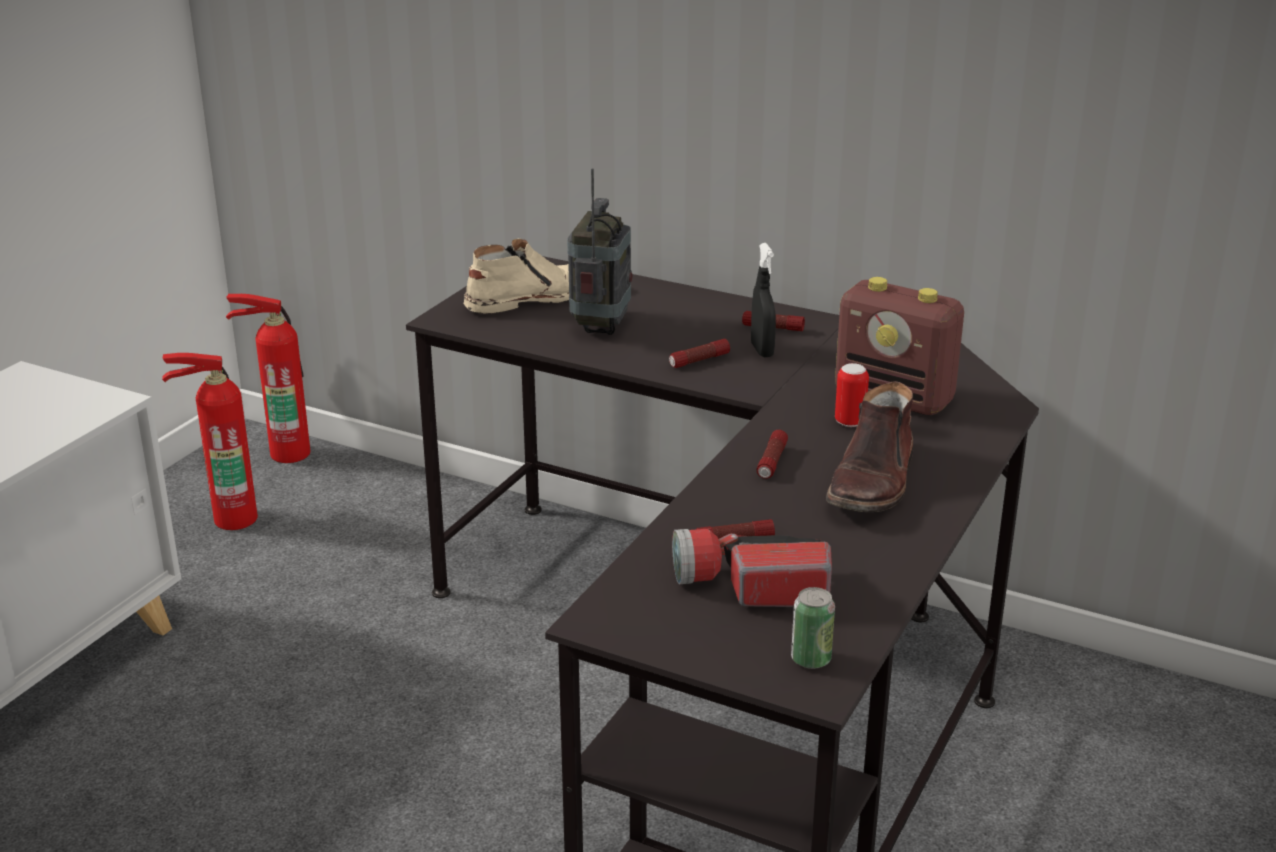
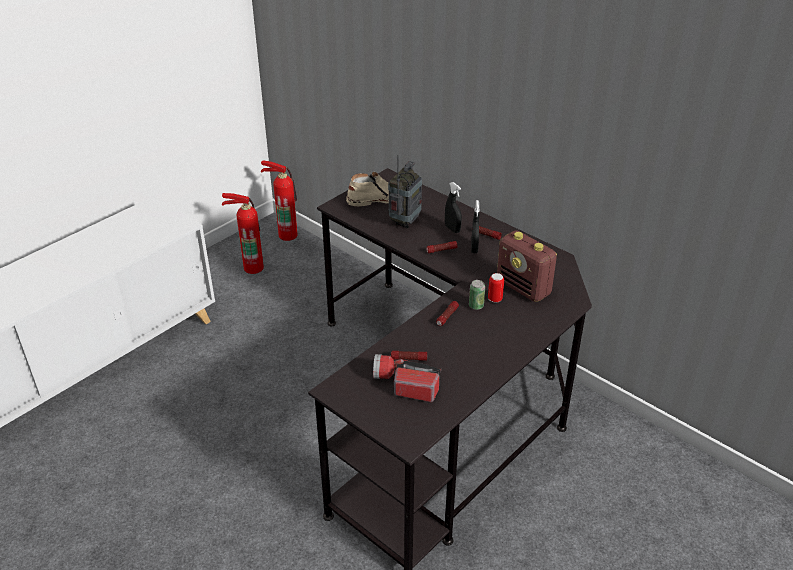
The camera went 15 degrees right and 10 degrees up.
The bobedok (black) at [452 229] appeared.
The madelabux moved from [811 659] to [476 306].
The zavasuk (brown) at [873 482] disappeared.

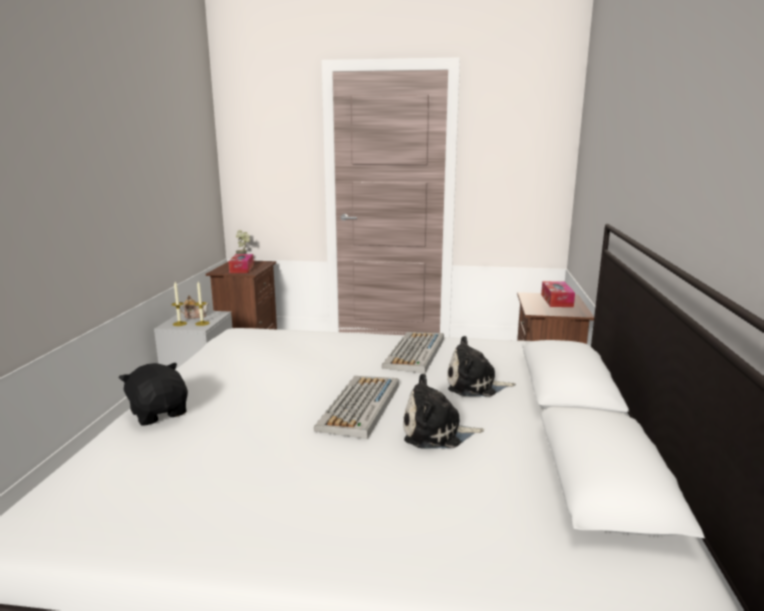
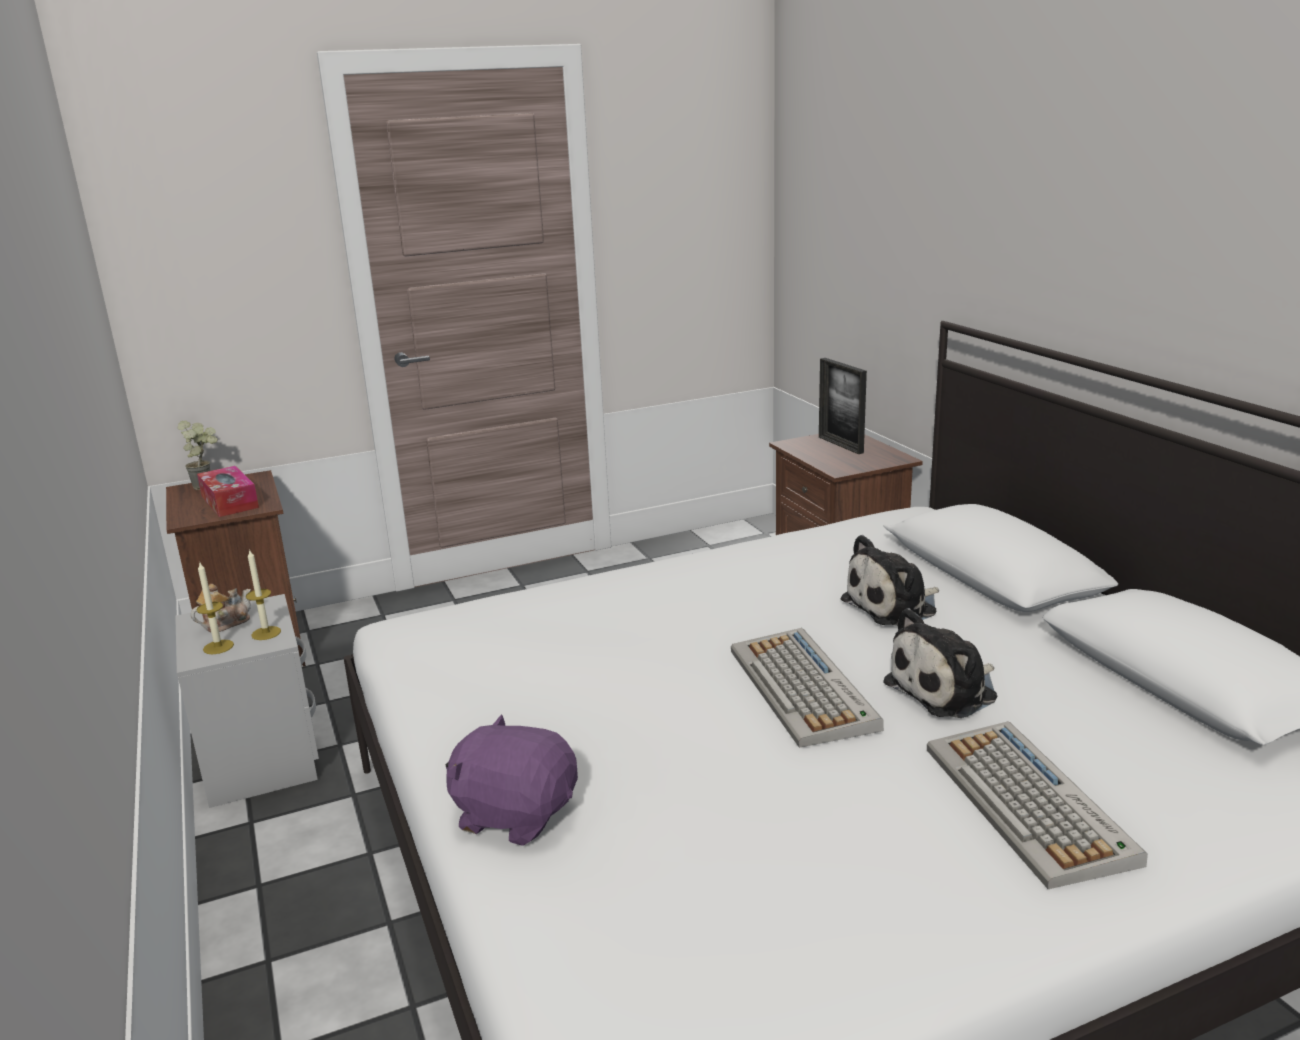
The camera went 30 degrees left and 5 degrees up.
The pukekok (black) at [159 413] became the pukekok (purple) at [515 814].
The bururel at [556 300] was replaced by the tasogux at [840 445].
The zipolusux moved from [415 353] to [1030 804].

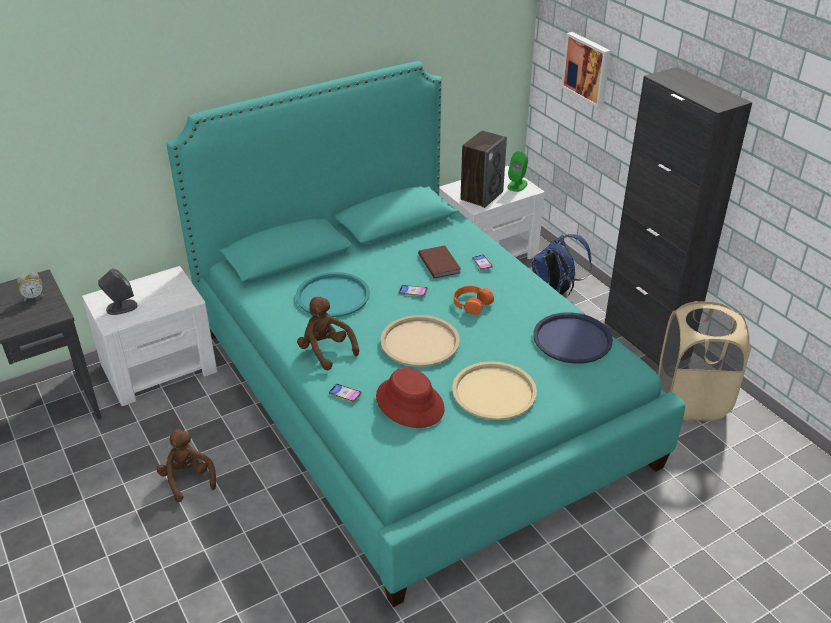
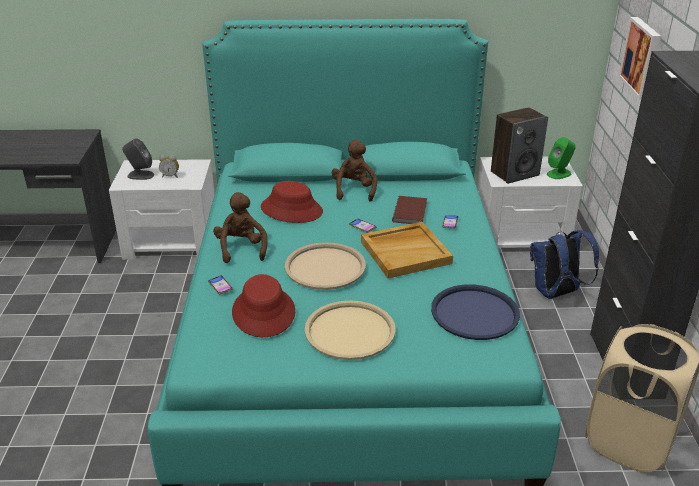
The camera went 30 degrees right and 5 degrees down.
The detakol moved from [33 297] to [170 176].
The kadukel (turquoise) at [332 296] was replaced by the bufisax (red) at [291 210].
The pukekok (brown) moved from [188 479] to [354 190].
The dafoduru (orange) at [472 303] was replaced by the kadukel (beige) at [406 252].

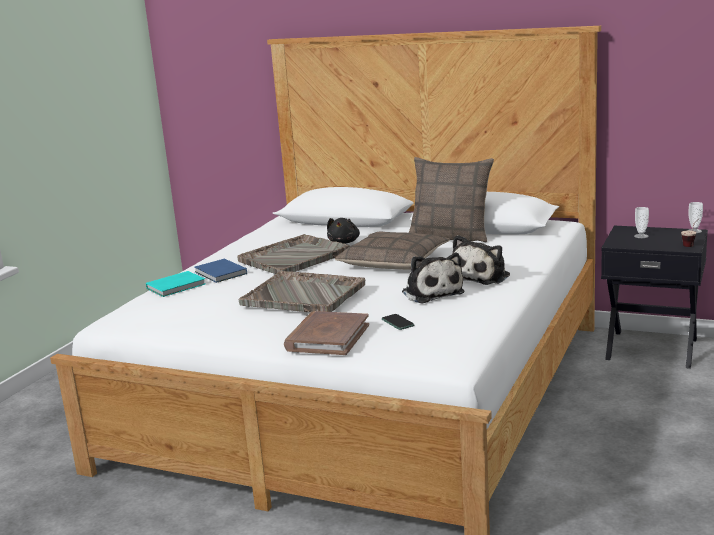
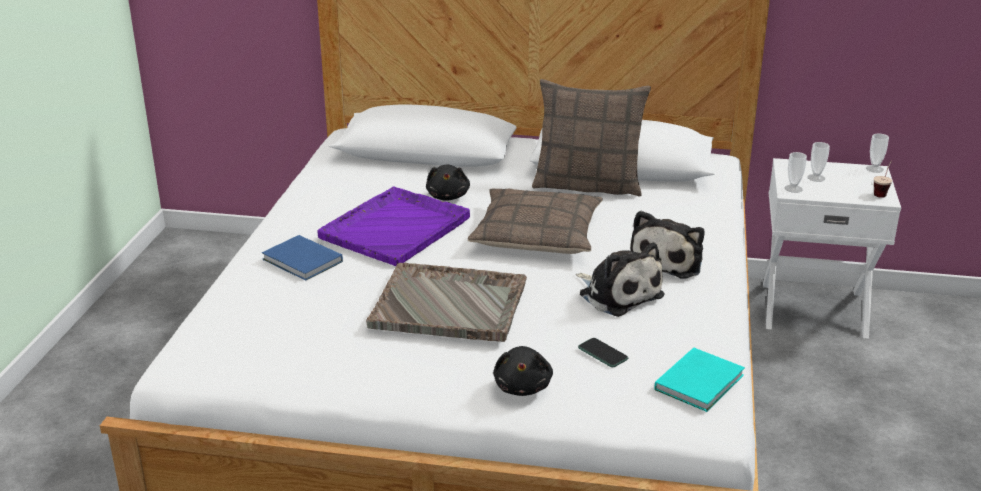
The camera went 15 degrees left and 10 degrees up.
The kadukel (grey) at [295 257] became the kadukel (purple) at [396 227].
The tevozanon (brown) at [327 337] was replaced by the pukekok (black) at [523 386].
The tevozanon (turquoise) moved from [177 286] to [701 382].
The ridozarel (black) at [652 348] became the ridozarel (white) at [813 308].
The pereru at [793 188] appeared.

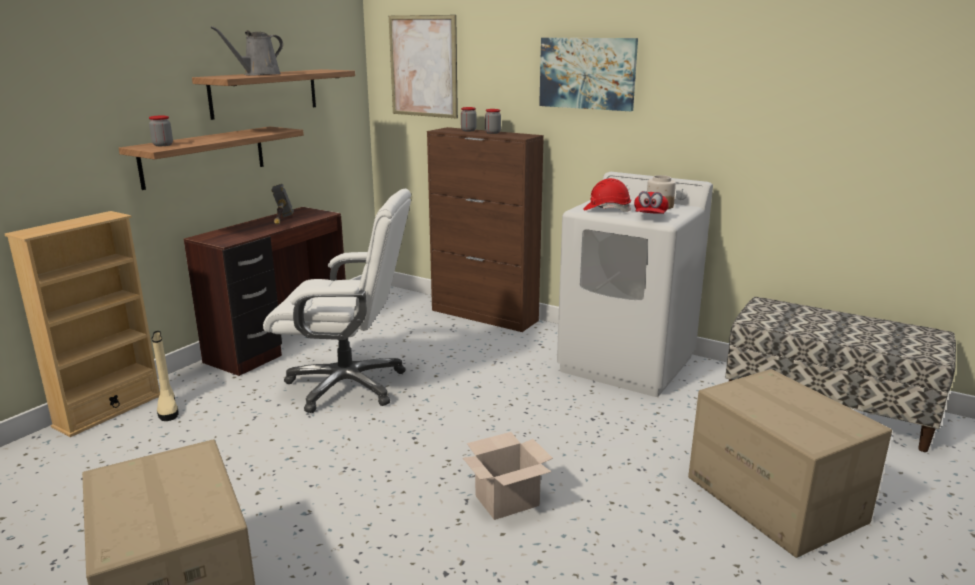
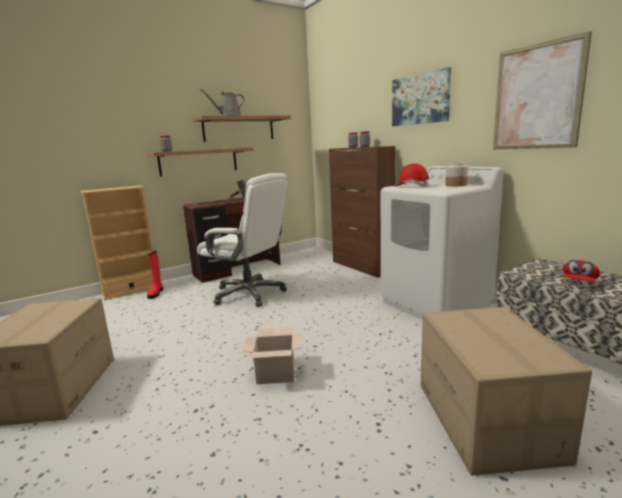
The camera went 25 degrees right and 5 degrees down.
The zavasuk (beige) at [168 408] became the zavasuk (red) at [156 293].
The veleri moved from [423 66] to [536 97].
The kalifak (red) moved from [650 217] to [579 283].

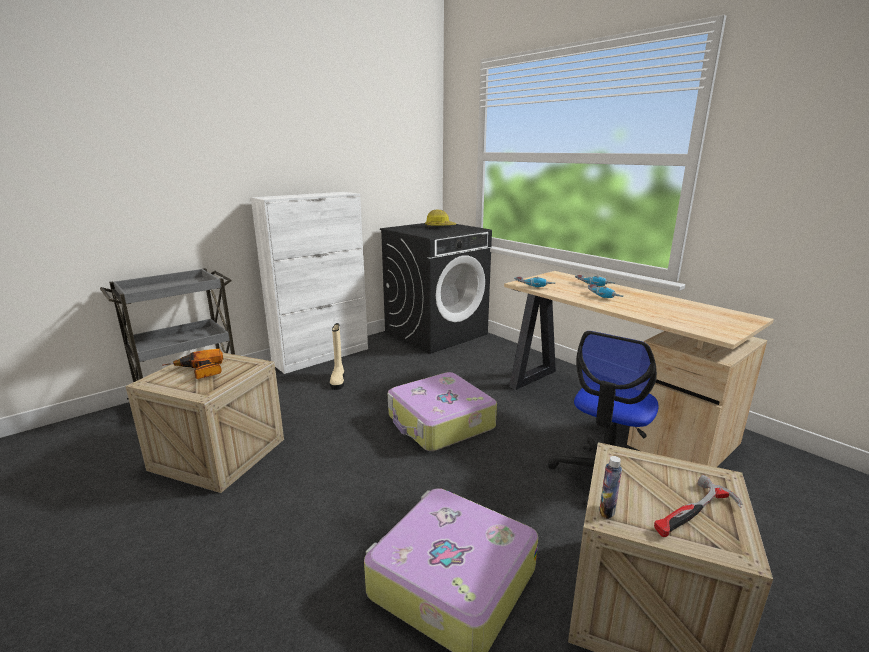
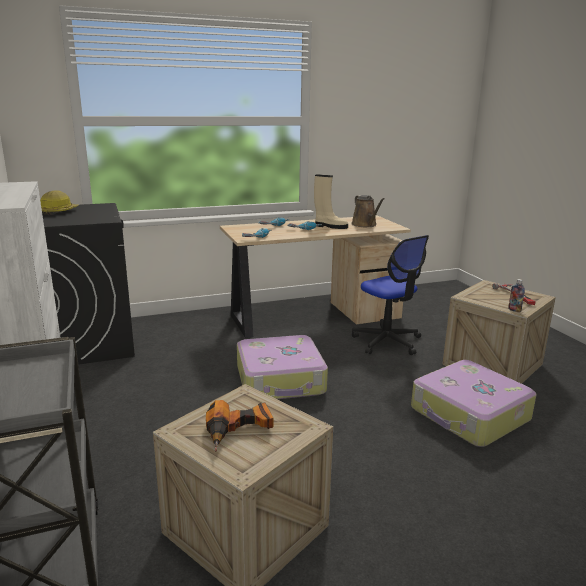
The camera went 70 degrees left and 0 degrees up.
The zavasuk (beige) moved from [338 380] to [330 226].
The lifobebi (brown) at [365 225] appeared.

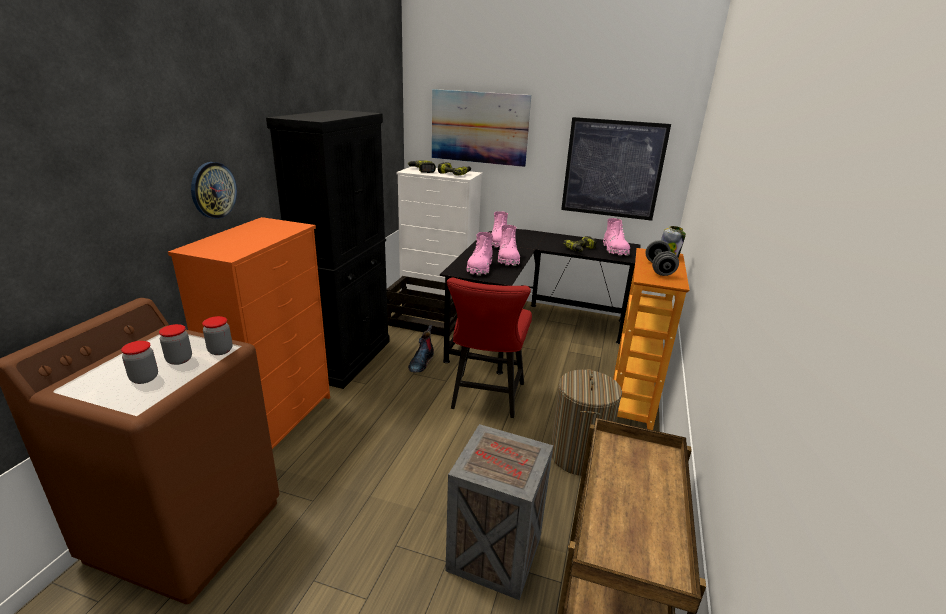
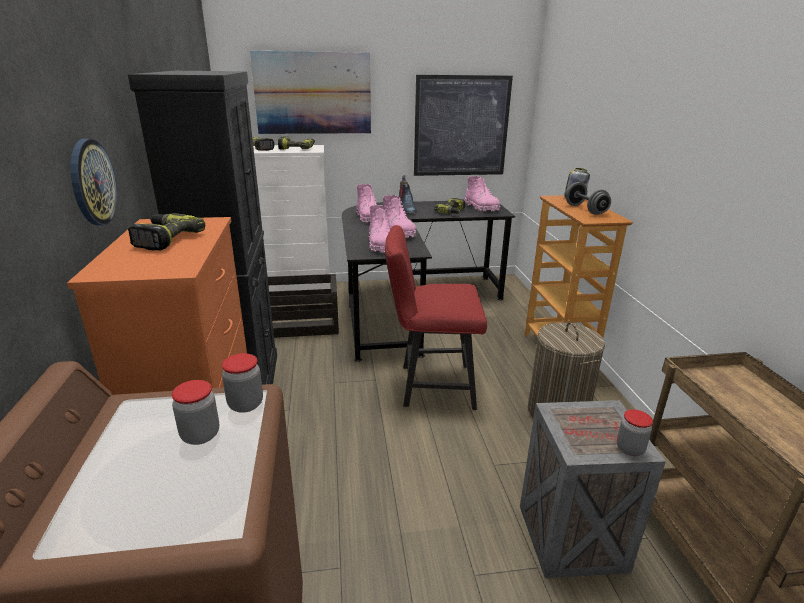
The camera went 25 degrees left and 0 degrees up.
The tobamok at [164 239] appeared.
The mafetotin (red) at [486 399] turned 105 degrees clockwise.
The zavasuk moved from [421 362] to [406 209].
The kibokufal moved from [144 378] to [630 449].

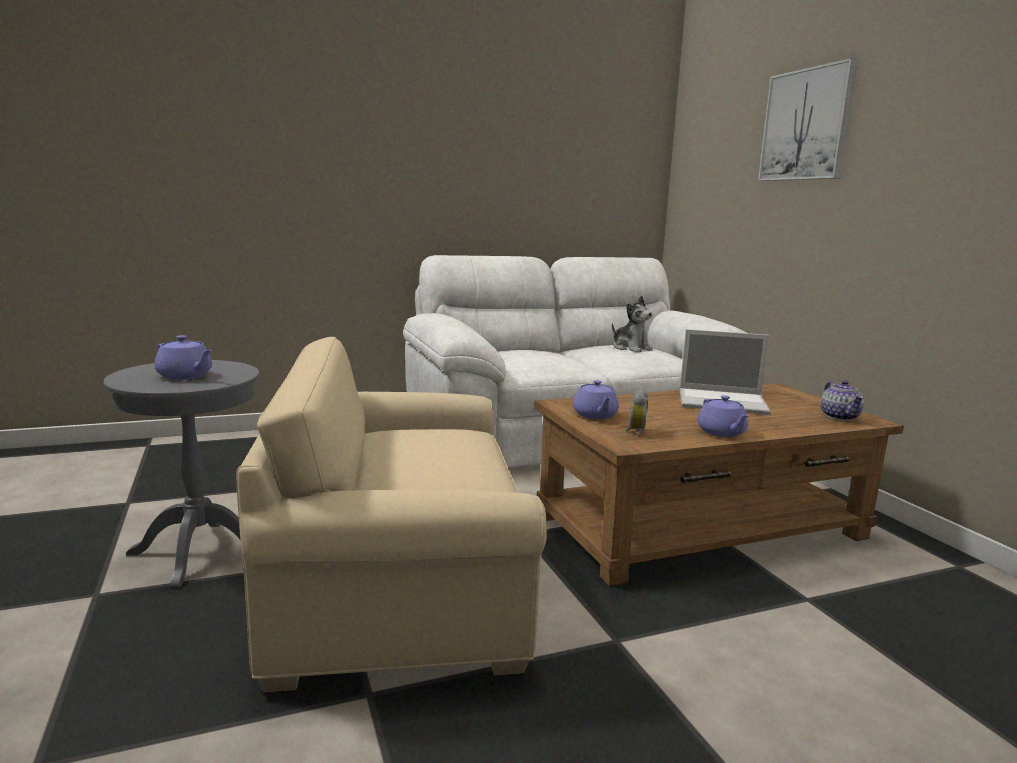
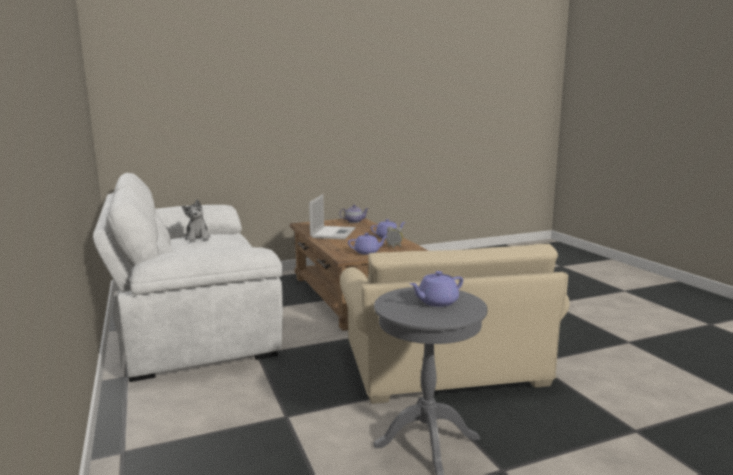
The camera went 90 degrees left and 0 degrees up.
The pukekok at [630 348] turned 105 degrees clockwise.
The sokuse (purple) at [185 376] turned 150 degrees counterclockwise.
The veleri at [806 125] disappeared.

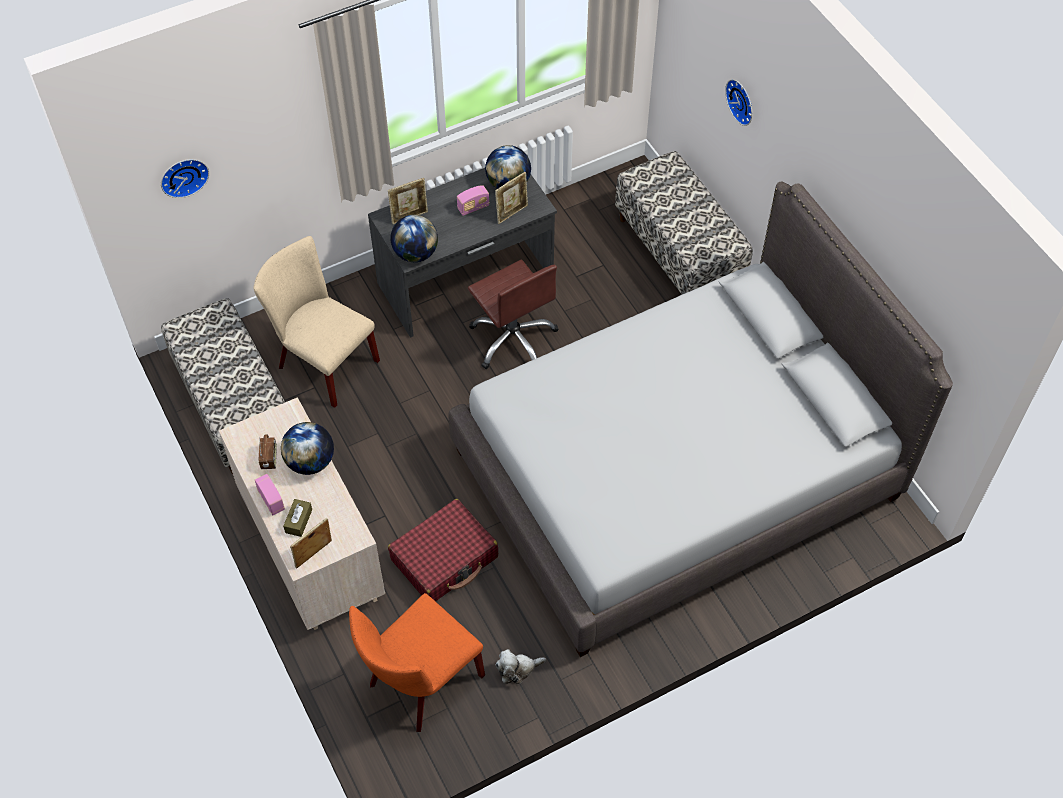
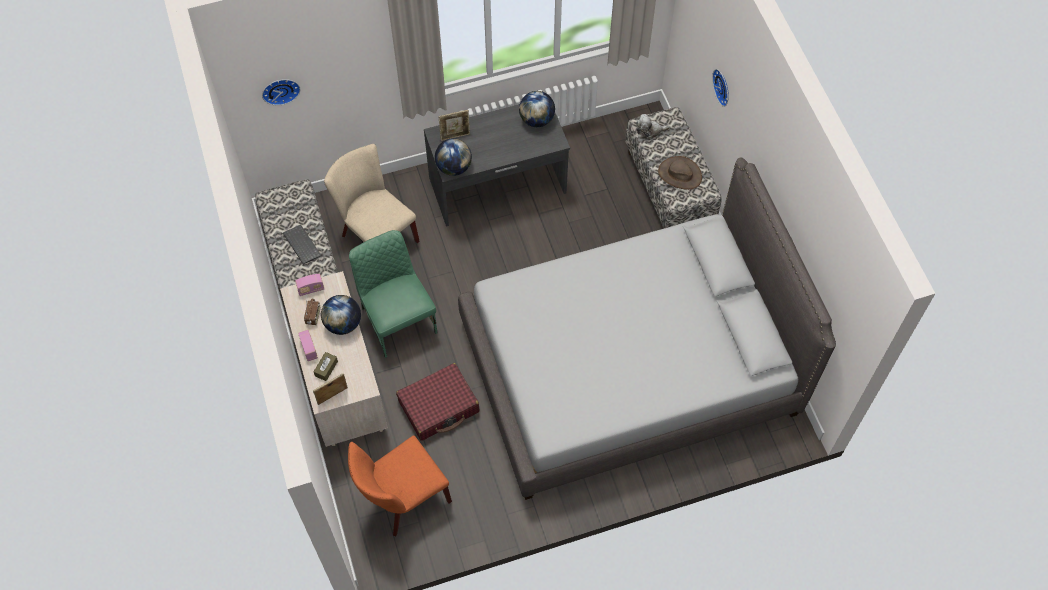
The camera went 10 degrees right and 5 degrees up.
The zipolusux at [301 245] appeared.
The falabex moved from [473 207] to [311 289].
The mafetotin (green) at [397 319] appeared.
The pukekok moved from [517 669] to [649 131].
The bufisax (brown) at [679 174] appeared.
The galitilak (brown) at [513 339] disappeared.
The tasogux at [512 213] disappeared.

